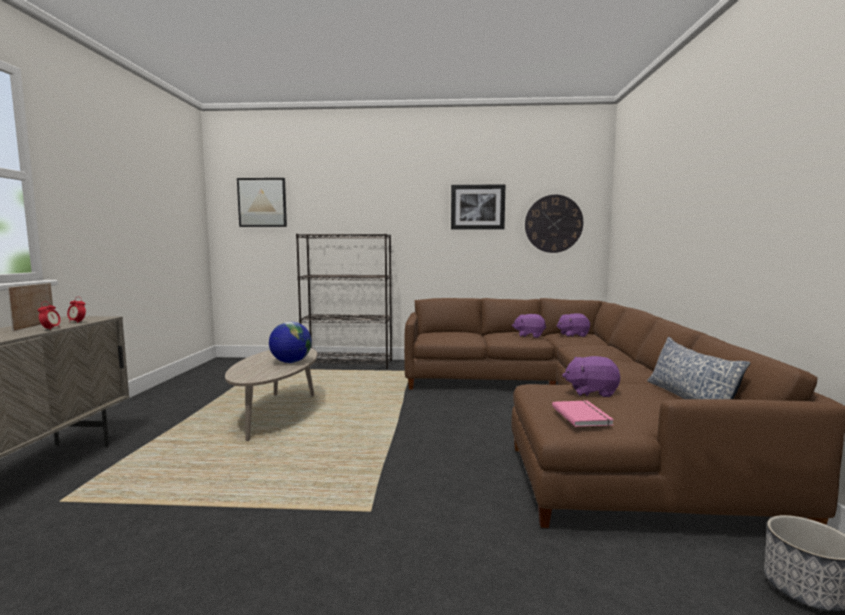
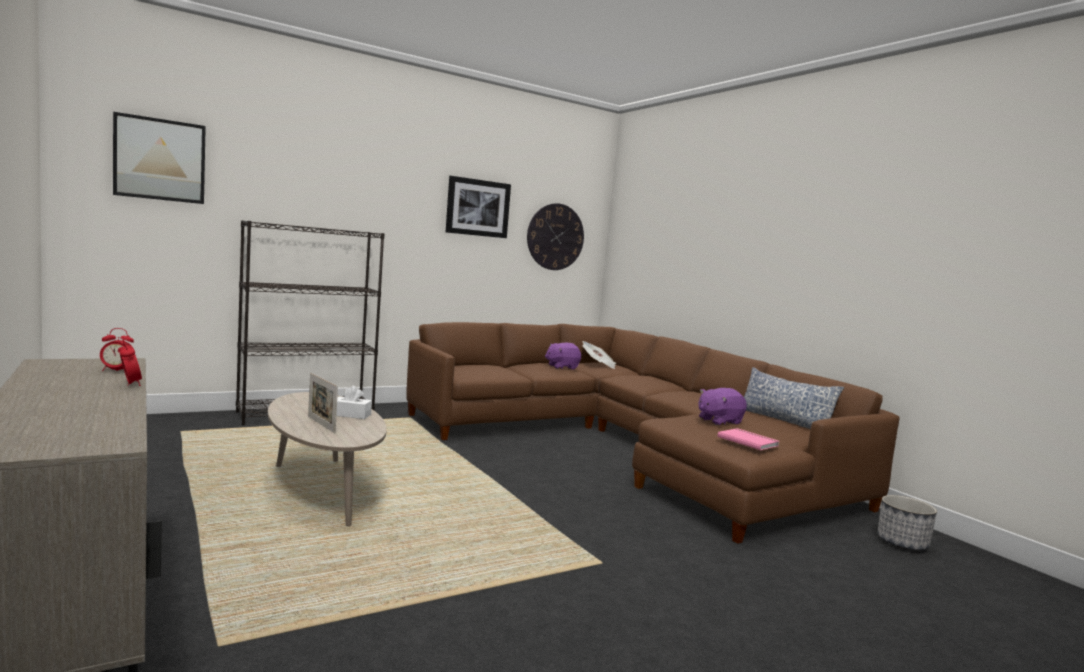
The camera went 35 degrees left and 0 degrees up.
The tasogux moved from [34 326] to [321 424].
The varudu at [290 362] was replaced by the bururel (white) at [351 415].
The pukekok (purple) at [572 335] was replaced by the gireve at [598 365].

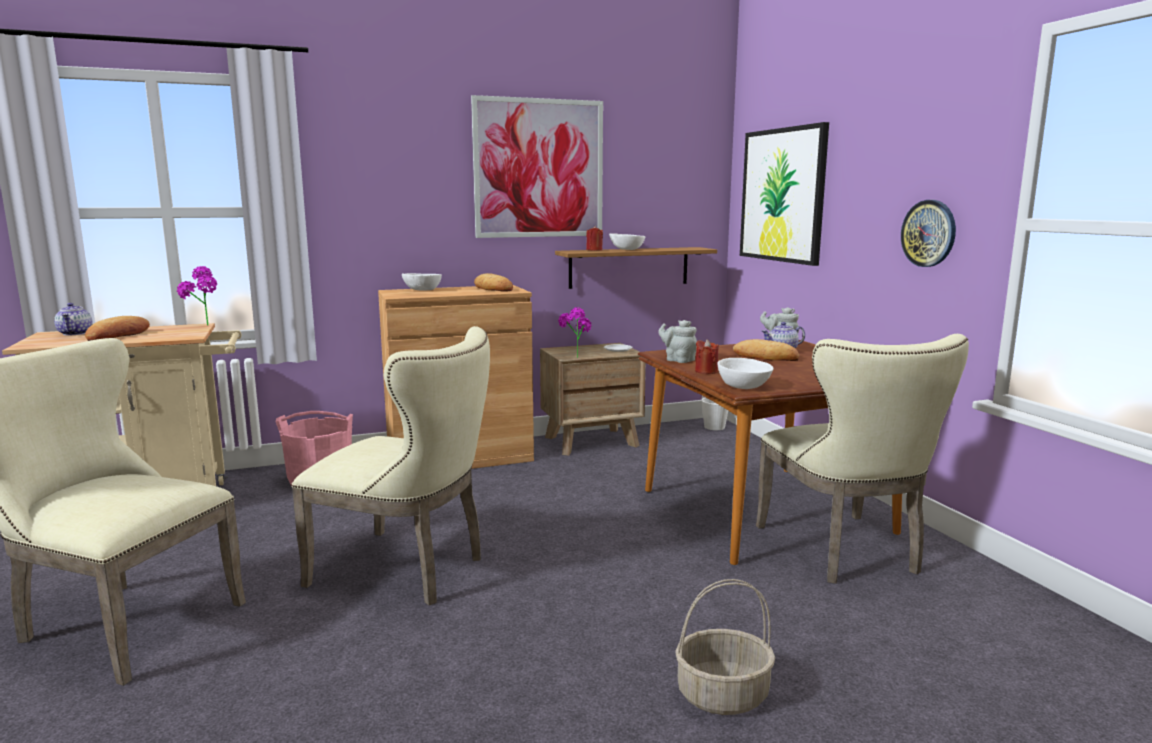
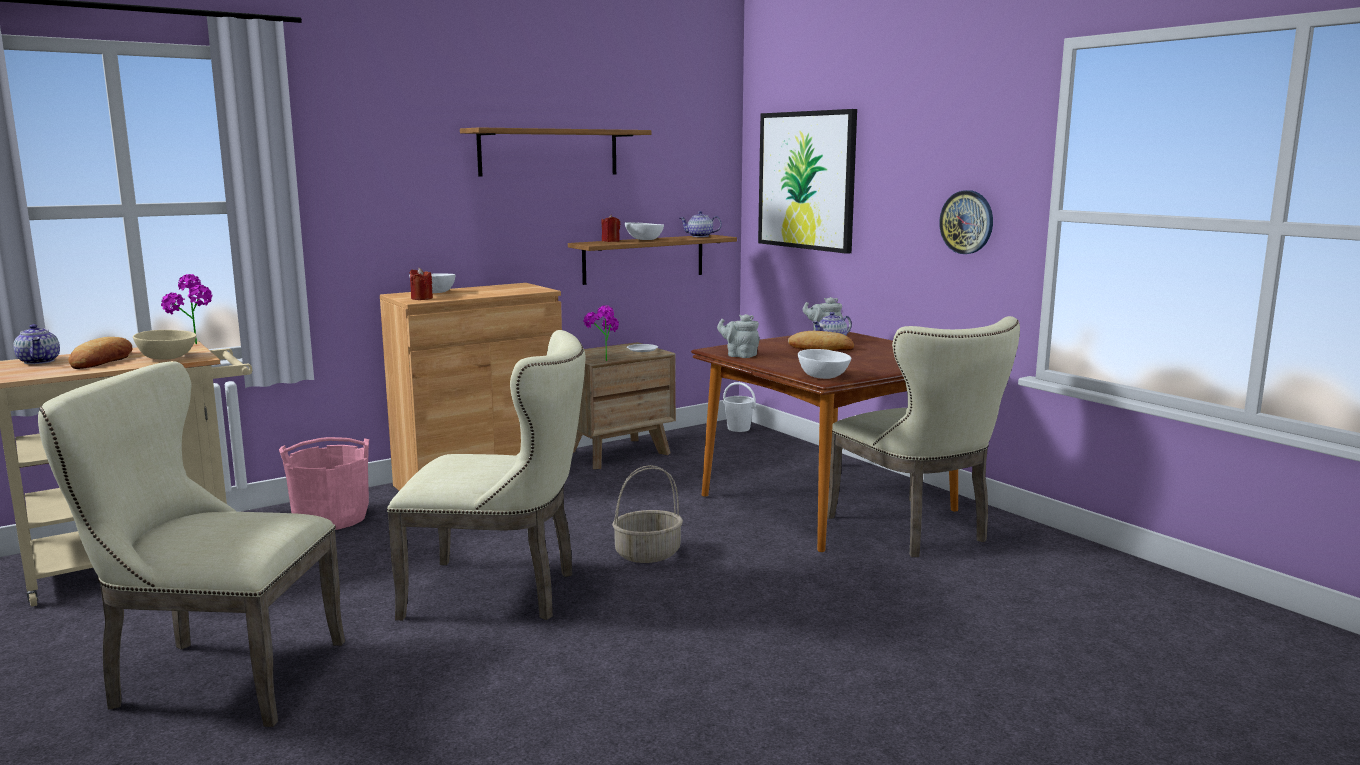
The camera went 15 degrees left and 0 degrees up.
The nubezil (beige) at [166 357] appeared.
The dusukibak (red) moved from [706 371] to [421 298].
The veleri at [539 168] was replaced by the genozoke at [549 152].
The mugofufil moved from [723 694] to [648 554].
The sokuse at [700 236] appeared.
The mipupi at [493 288] disappeared.

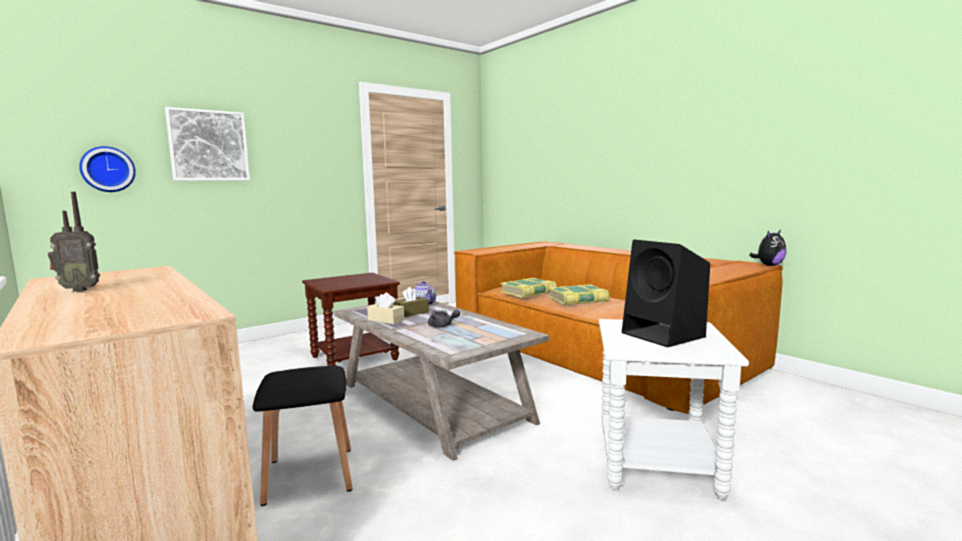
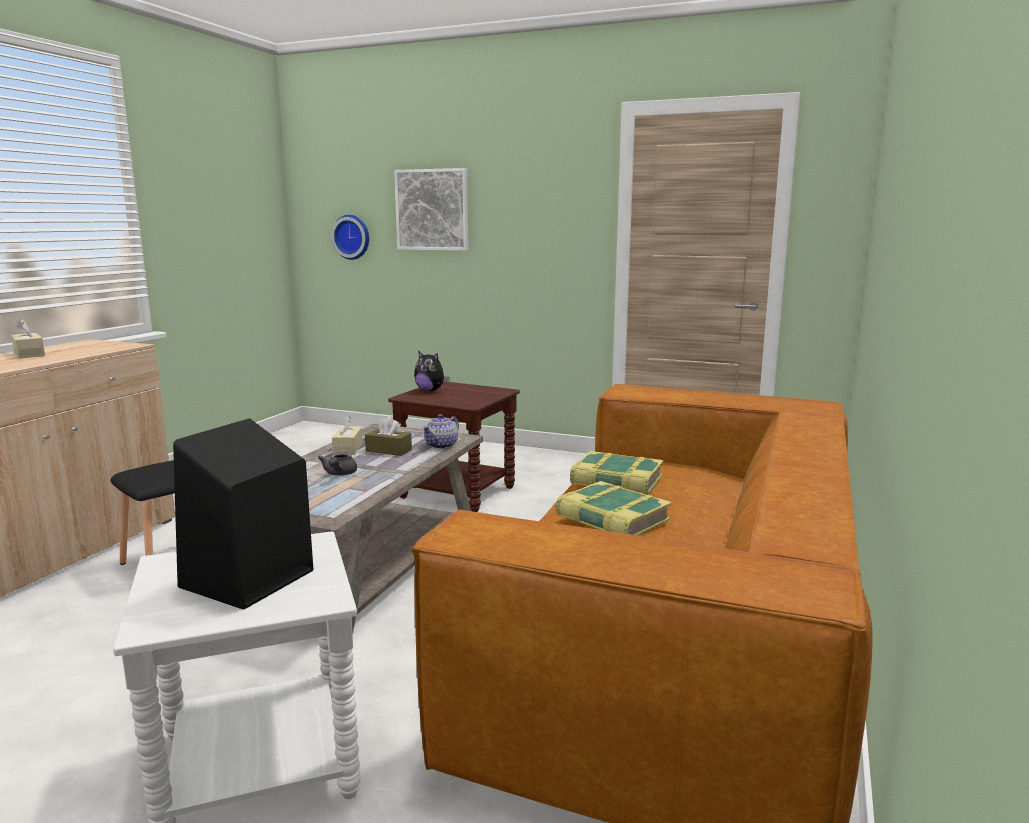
The camera went 60 degrees right and 5 degrees up.
The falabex at [80 290] was replaced by the bururel (beige) at [29 354].
The pukekok moved from [769 265] to [430 390].

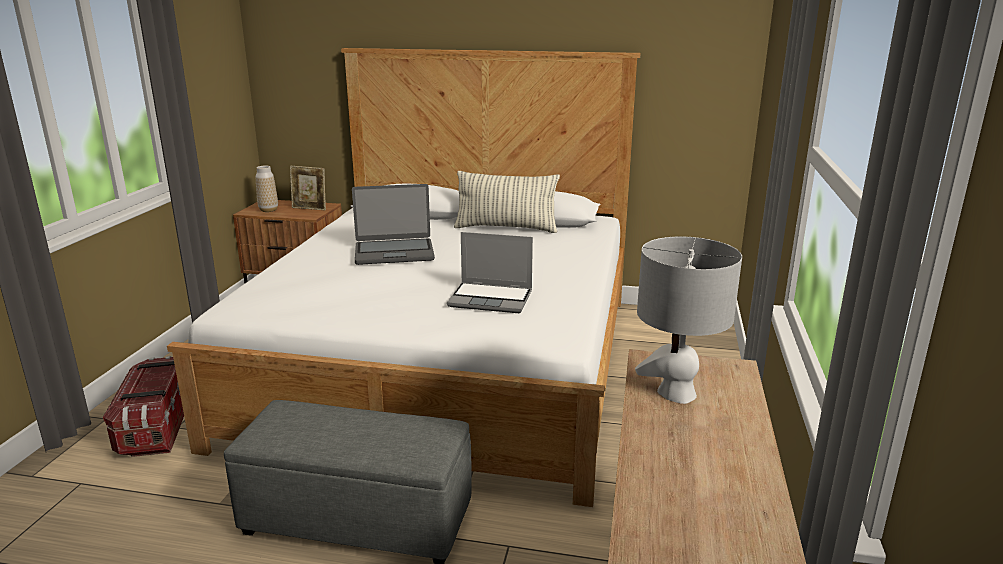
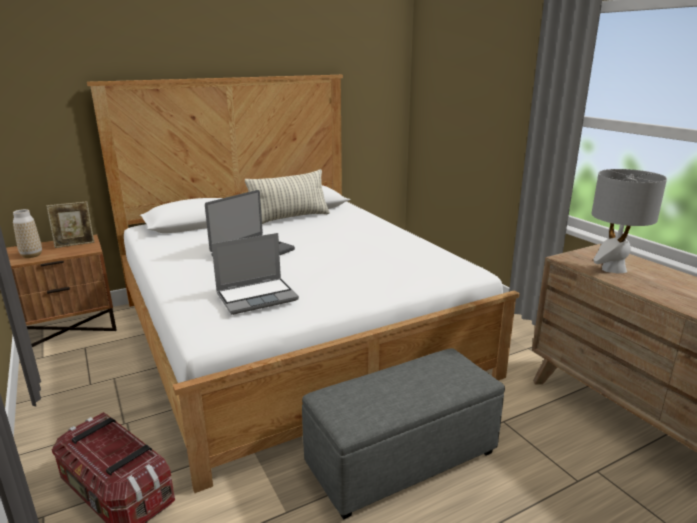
The camera went 40 degrees left and 0 degrees up.
The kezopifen moved from [492 299] to [257 297].

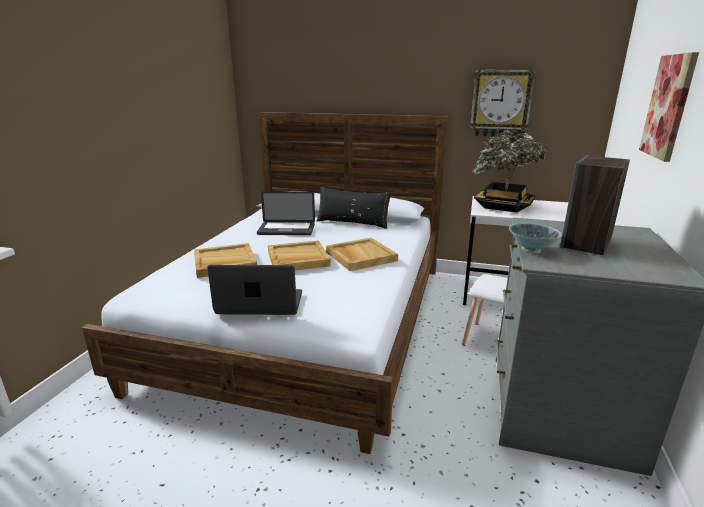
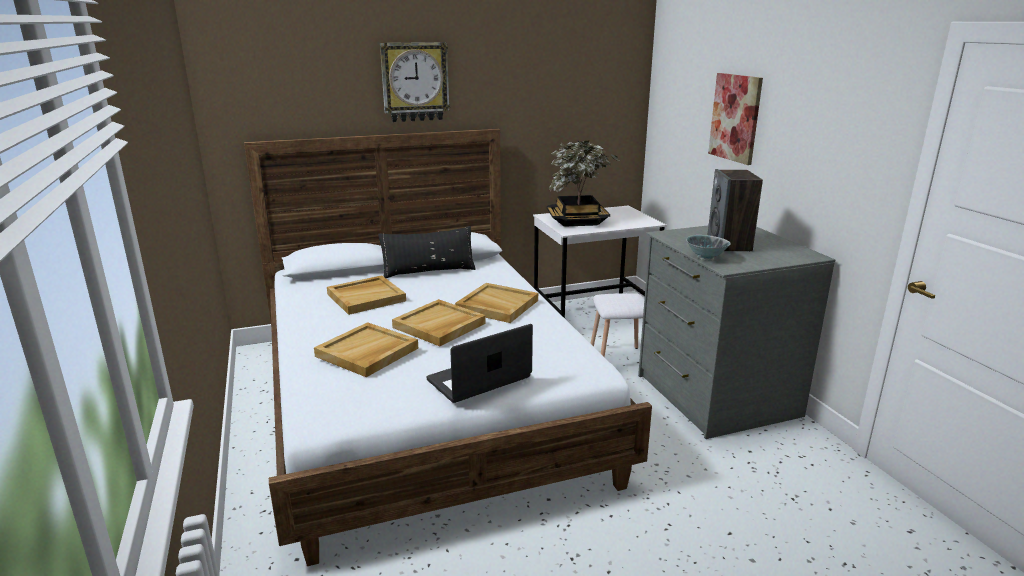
The camera went 35 degrees left and 0 degrees up.
The kezopifen at [286 230] was replaced by the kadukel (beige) at [366 297].
The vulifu moved from [501 103] to [415 82].

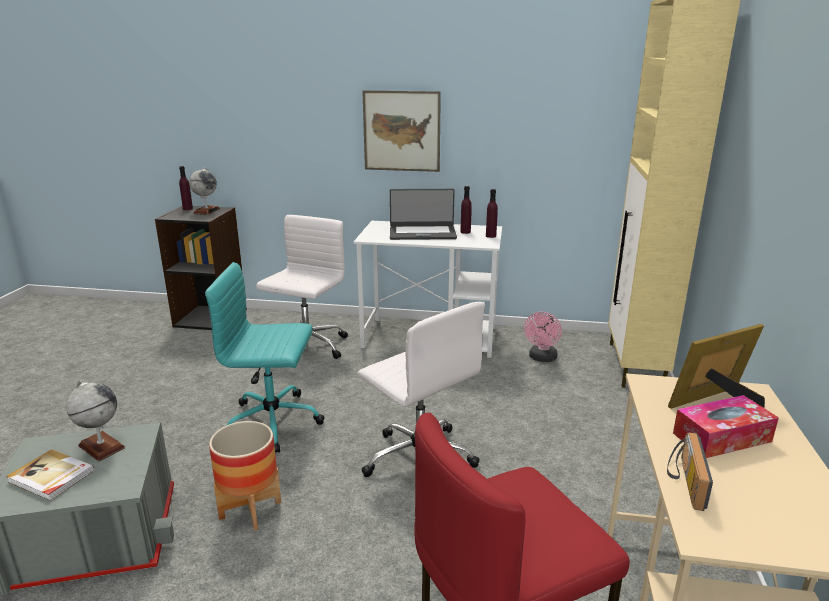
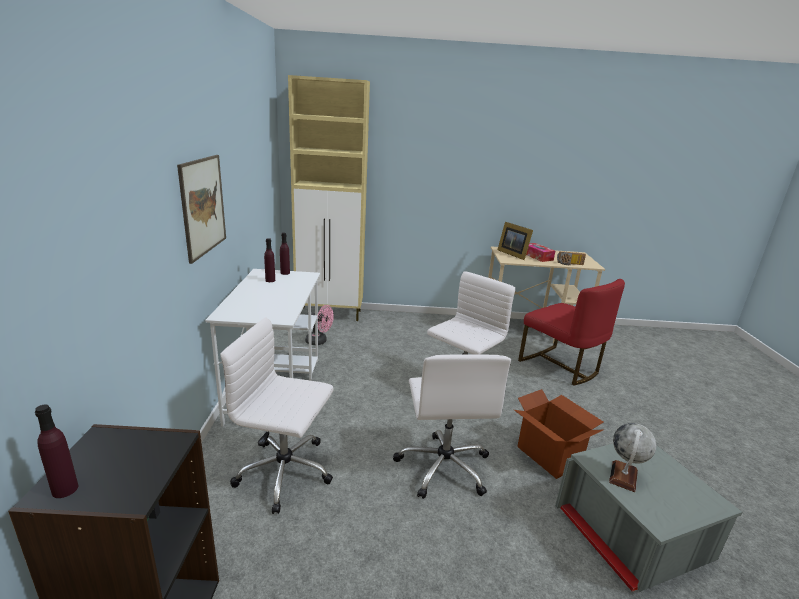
The camera went 100 degrees left and 0 degrees up.
The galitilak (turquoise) at [274 422] became the galitilak (white) at [443 466].
The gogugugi at [250 510] was replaced by the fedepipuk at [549 455].
The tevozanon at [51 477] disappeared.
The varudu at [206 211] disappeared.
The kezopifen at [422 233] disappeared.

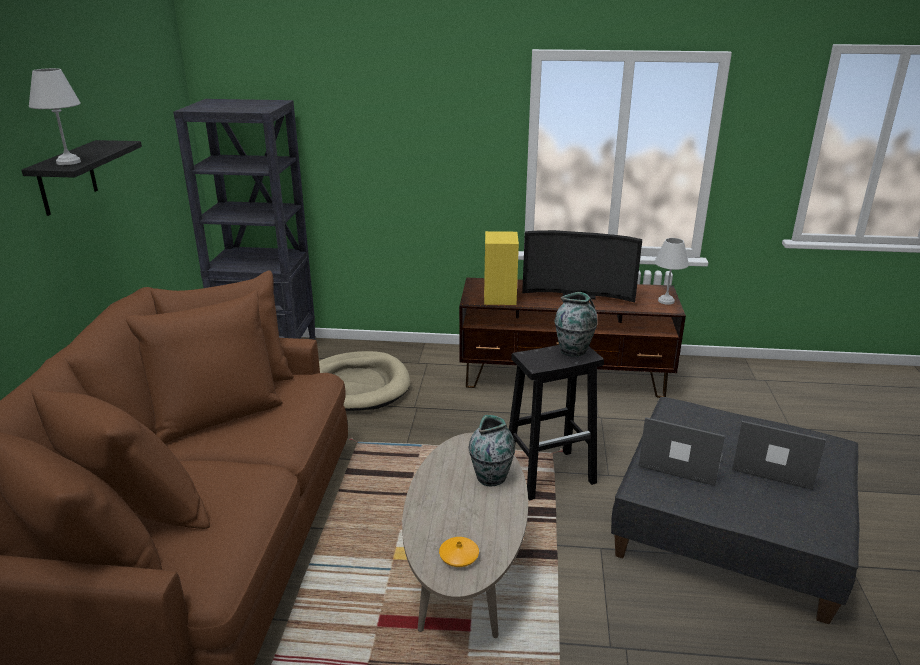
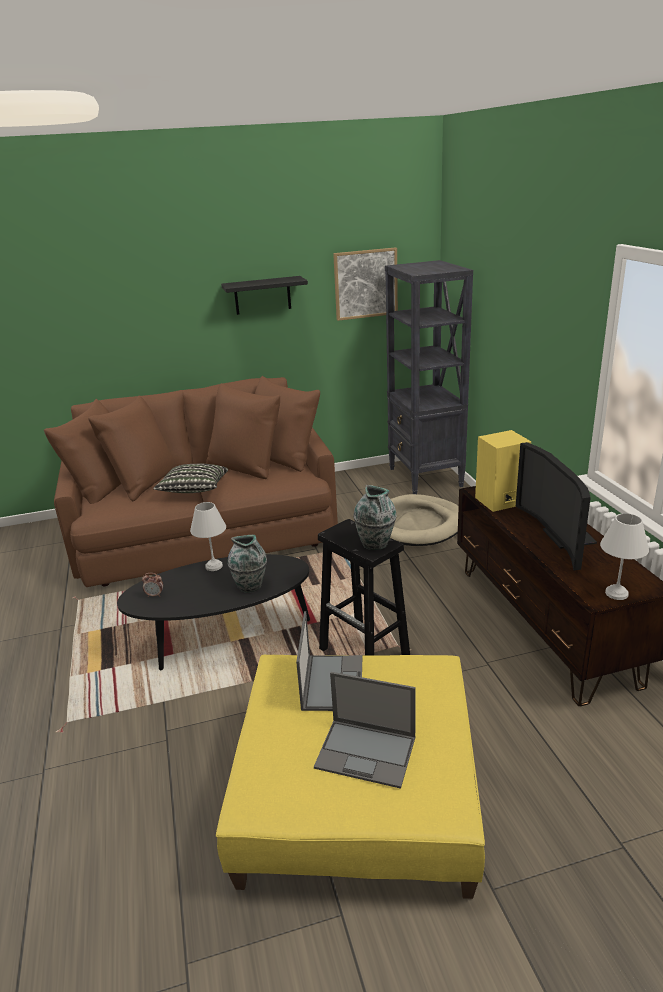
The camera went 70 degrees right and 0 degrees up.
The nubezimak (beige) at [465 568] became the nubezimak (black) at [224 638].
The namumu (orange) at [459 556] was replaced by the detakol at [155 595].
The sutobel at [194 491] appeared.
The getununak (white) moved from [69 162] to [215 566].
The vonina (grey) at [729 527] became the vonina (yellow) at [355 792].
The kezopifen at [772 464] turned 105 degrees clockwise.
The veleri at [365 284] appeared.

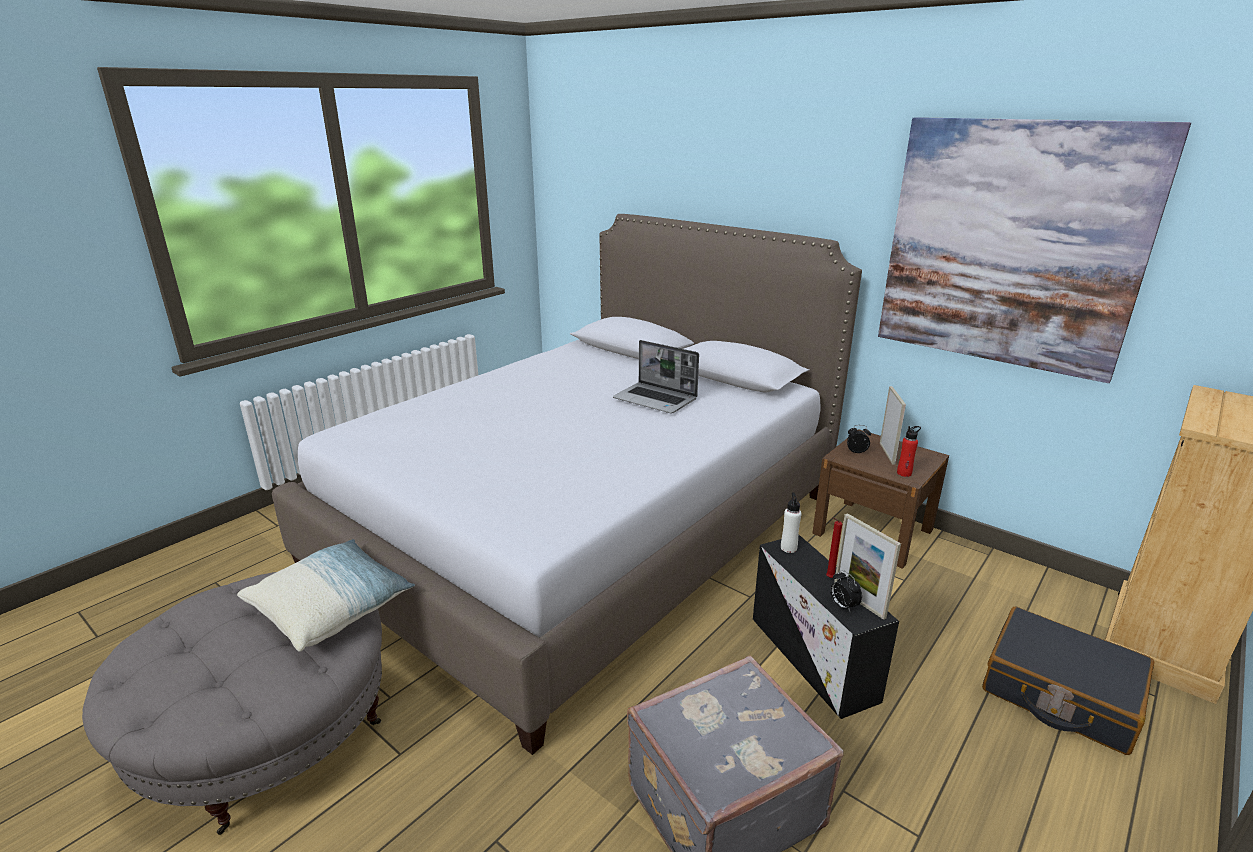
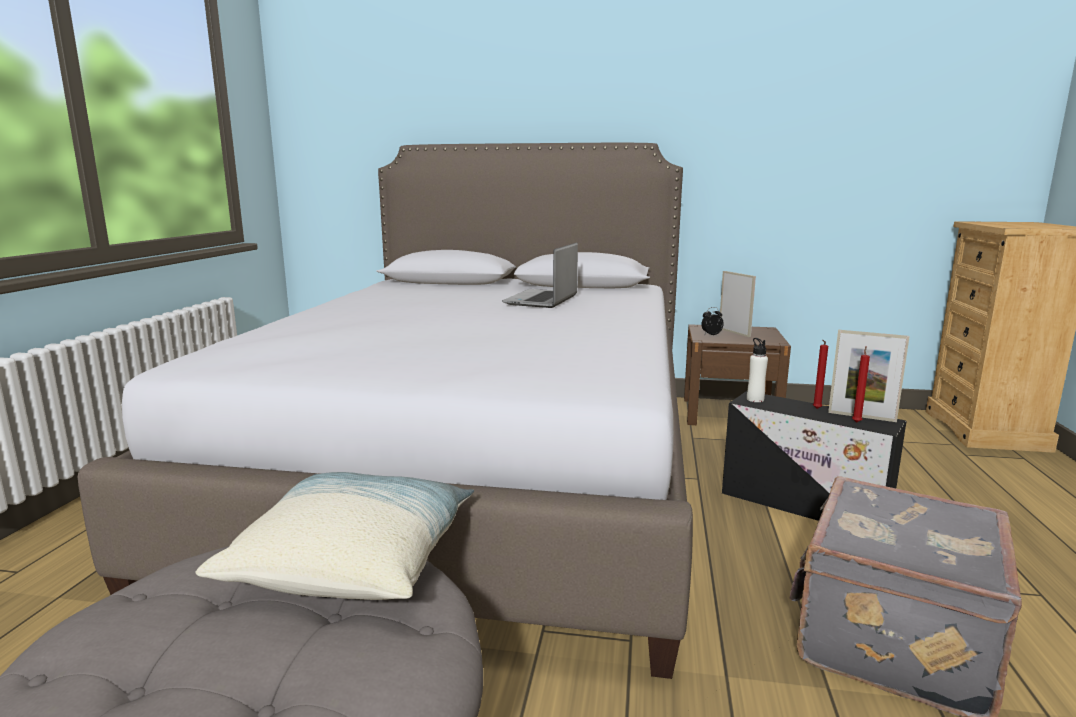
The camera went 30 degrees left and 10 degrees down.
The kezopifen at [656 399] turned 105 degrees clockwise.
The detakol at [842 606] was replaced by the dusukibak (red) at [856 422].
The veleri at [1010 246] disappeared.
The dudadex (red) at [904 473] disappeared.
The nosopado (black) at [1059 693] disappeared.

